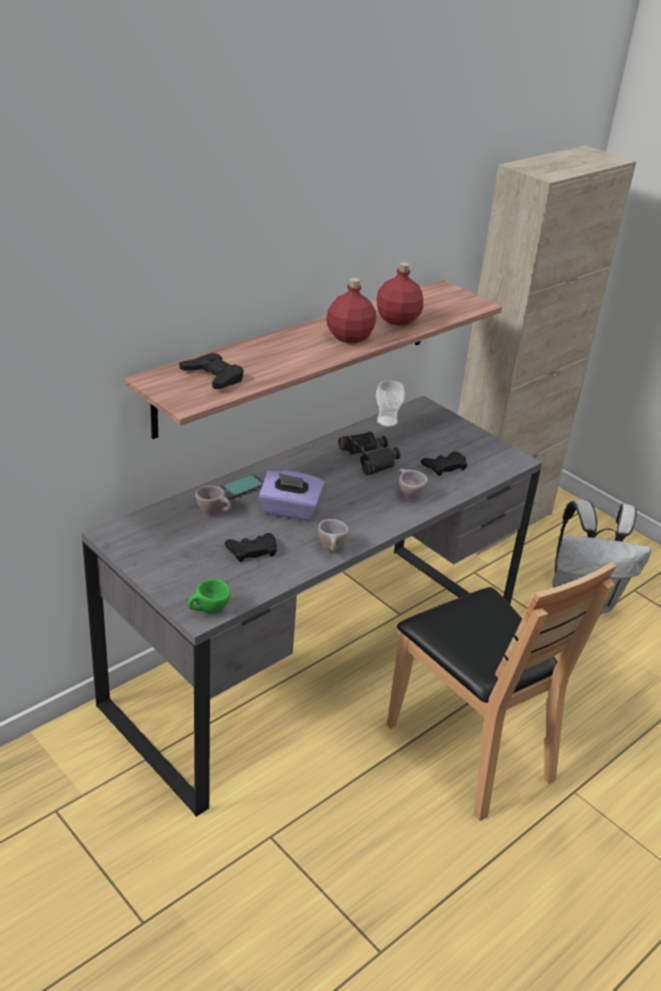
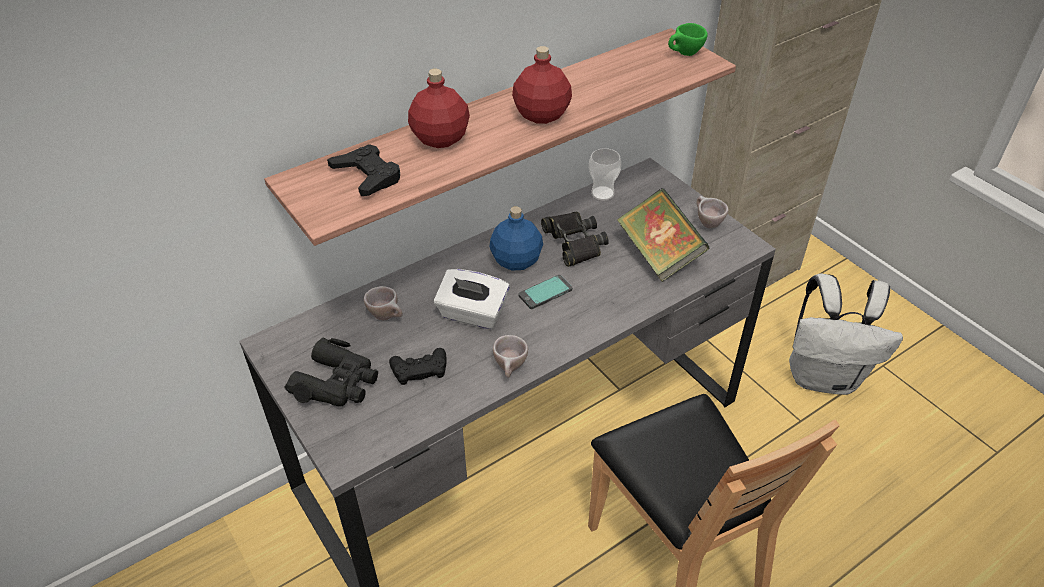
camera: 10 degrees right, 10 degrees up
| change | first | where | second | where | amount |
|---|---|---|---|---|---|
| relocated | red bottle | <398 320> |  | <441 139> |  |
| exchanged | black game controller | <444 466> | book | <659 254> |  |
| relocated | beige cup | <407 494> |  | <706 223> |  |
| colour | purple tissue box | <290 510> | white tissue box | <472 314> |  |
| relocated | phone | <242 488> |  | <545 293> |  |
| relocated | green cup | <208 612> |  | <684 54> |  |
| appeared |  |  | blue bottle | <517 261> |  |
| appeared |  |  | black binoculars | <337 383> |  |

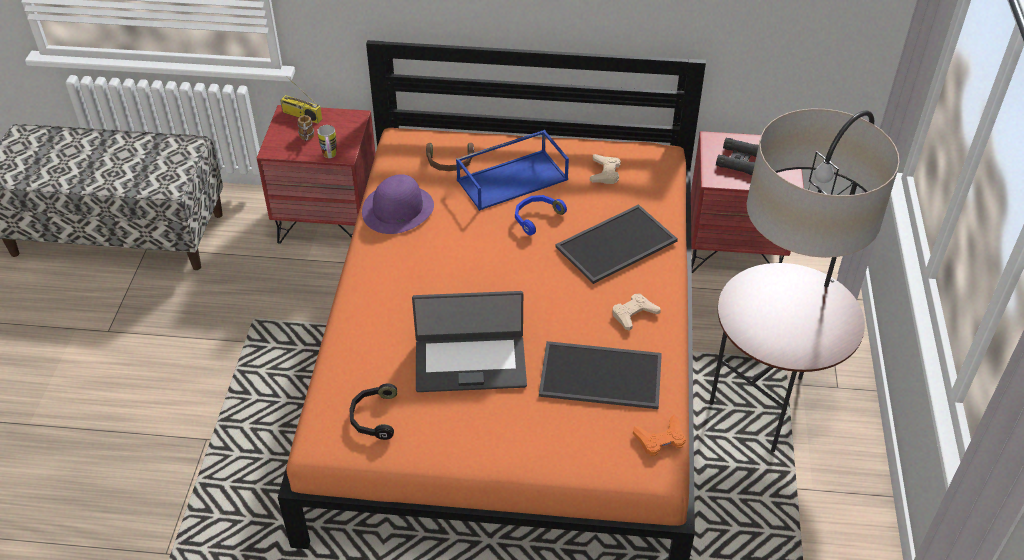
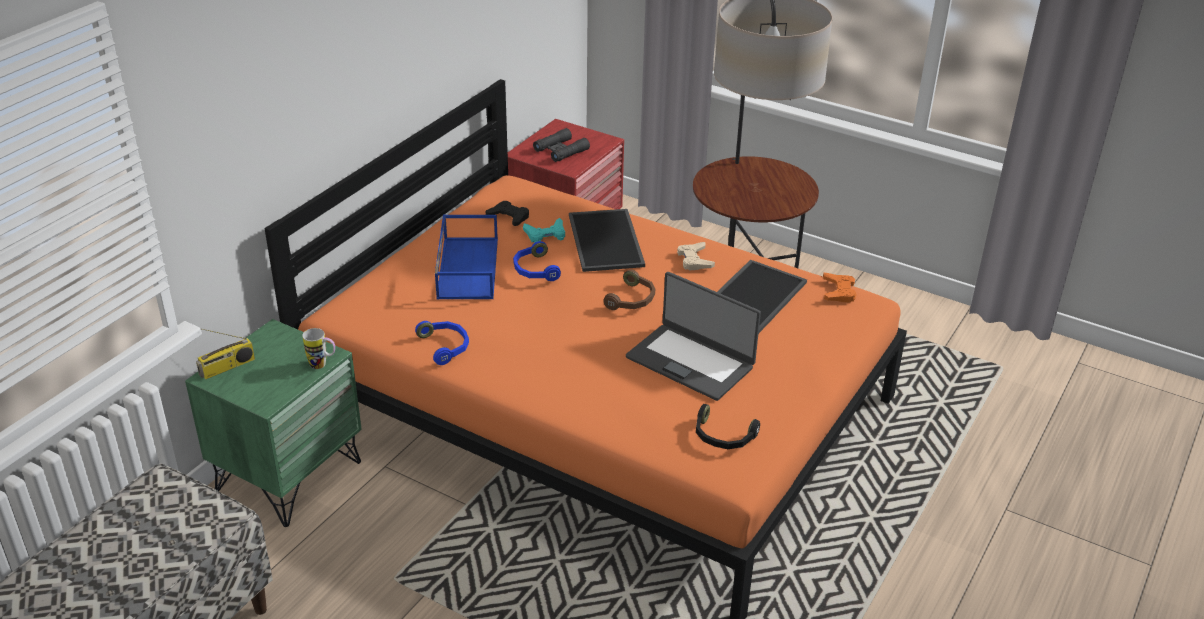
camera: 65 degrees left, 10 degrees down
| change | first | where | second | where | amount |
|---|---|---|---|---|---|
| colour | red nightstand | <329 220> | green nightstand | <288 475> |  |
| missing | mug | <307 140> |  |  |  |
| relocated | brown headphones | <450 163> |  | <632 300> |  |
| colour | beige game controller | <605 173> | black game controller | <509 217> |  |
| exchanged | purple hat | <398 209> | blue headphones | <445 346> |  |
| spun | laptop | <470 362> |  | <691 361> | 105 degrees clockwise |
| appeared |  |  | turquoise game controller | <545 235> |  |

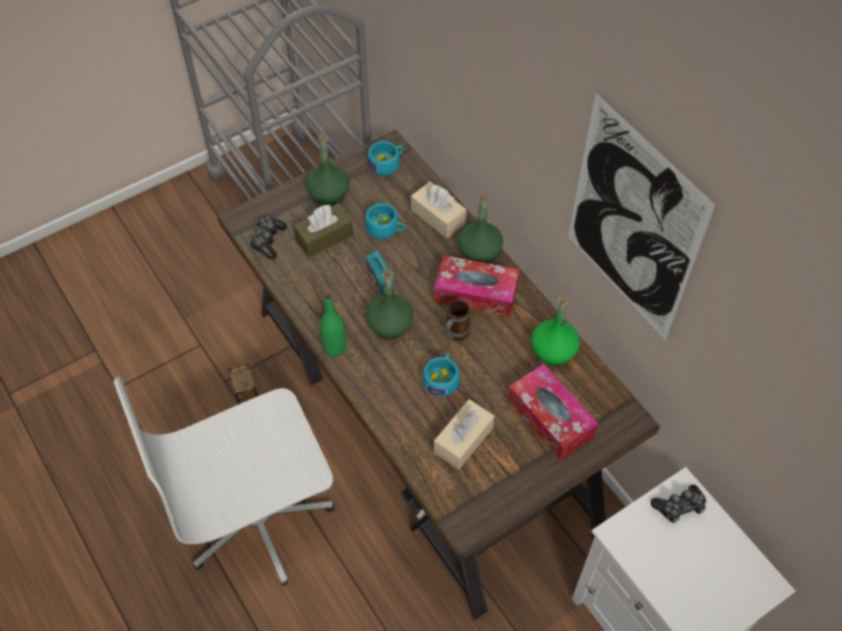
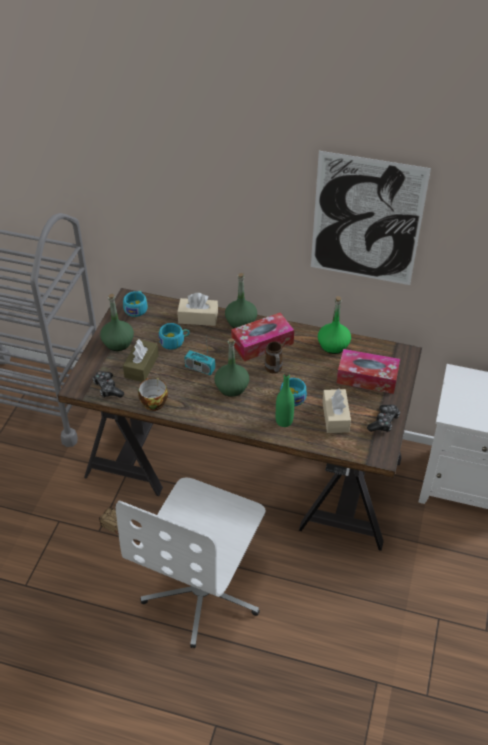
camera: 40 degrees left, 10 degrees down
| change | first | where | second | where | amount |
|---|---|---|---|---|---|
| relocated | green bottle | <334 348> |  | <284 421> |  |
| relocated | game controller | <679 507> |  | <383 422> |  |
| appeared |  |  | cup | <152 402> |  |

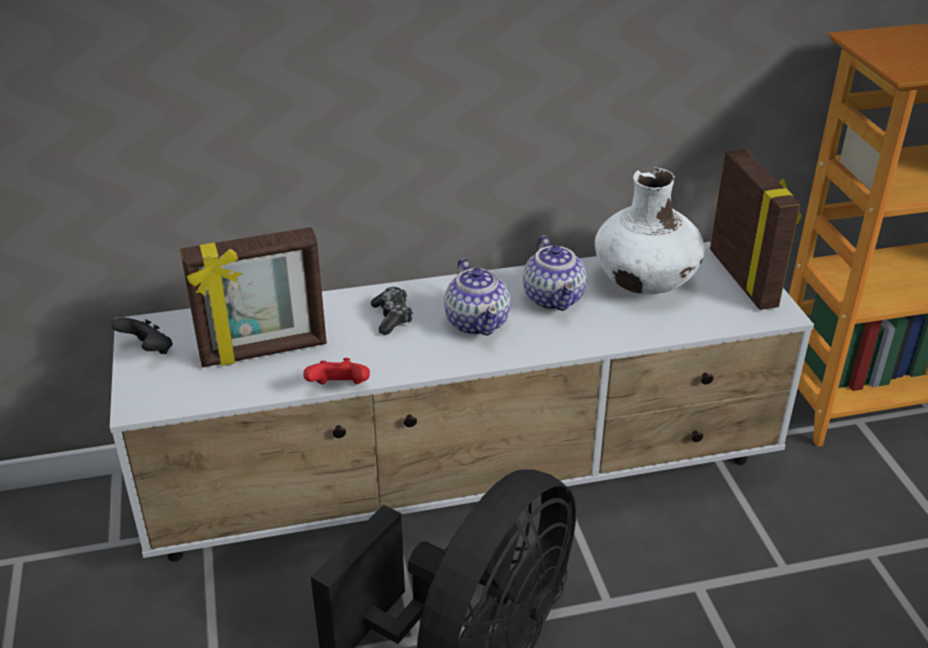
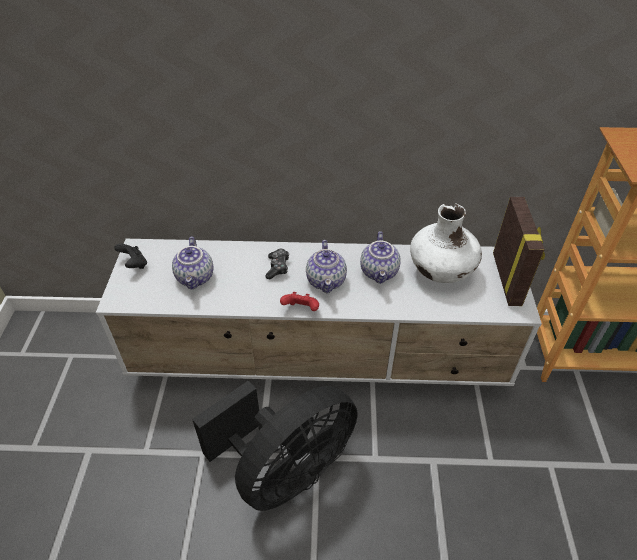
camera: 15 degrees right, 10 degrees up
| change | first | where | second | where | amount |
|---|---|---|---|---|---|
| exchanged | picture frame | <264 352> | teapot | <196 278> |  |
| relocated | red game controller | <339 389> |  | <301 309> |  |

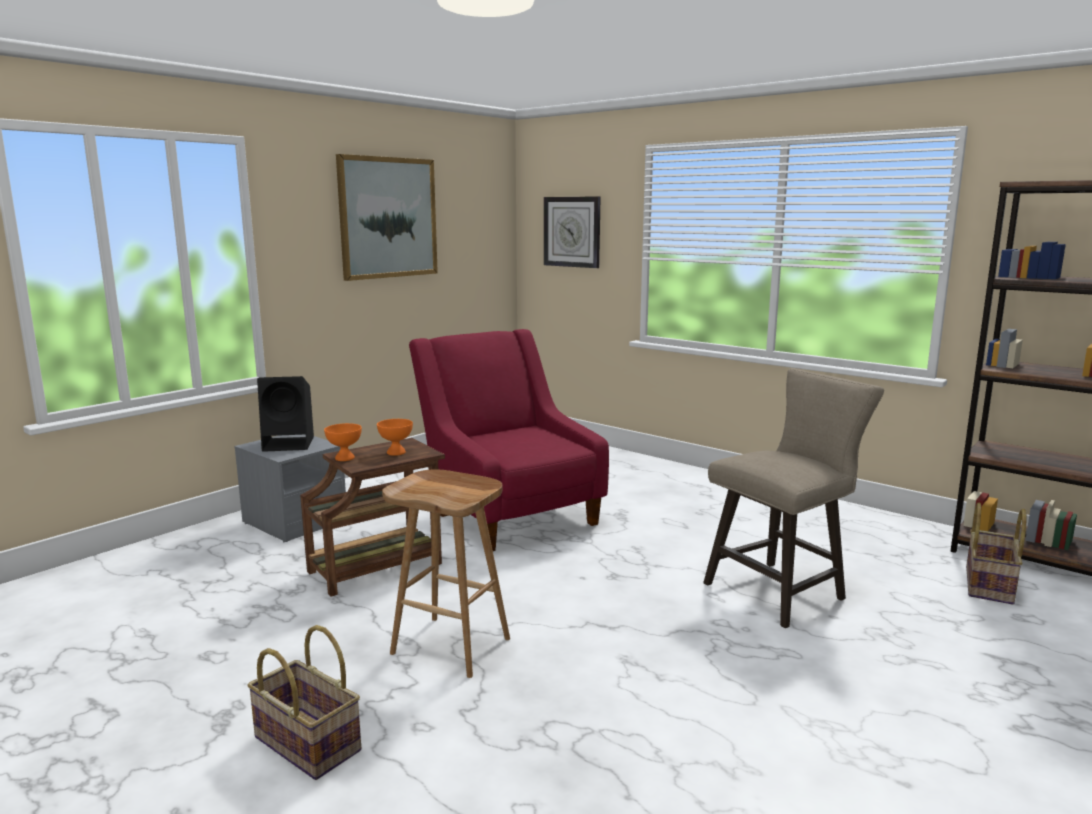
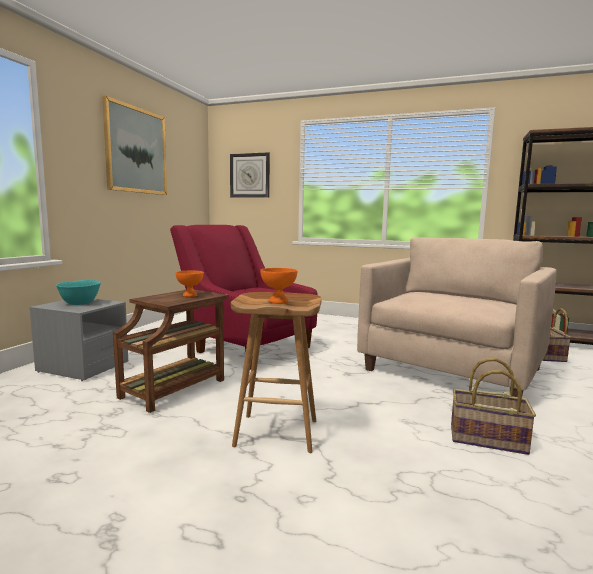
camera: 20 degrees left, 5 degrees down
| change | first | where | second | where | amount |
|---|---|---|---|---|---|
| exchanged | beige stool | <782 590> | beige armchair | <451 369> |  |
| exchanged | black speaker | <290 444> | turquoise bowl | <80 303> |  |
| relocated | orange bowl | <344 458> |  | <278 301> |  |
| relocated | basket | <305 744> |  | <487 440> |  |

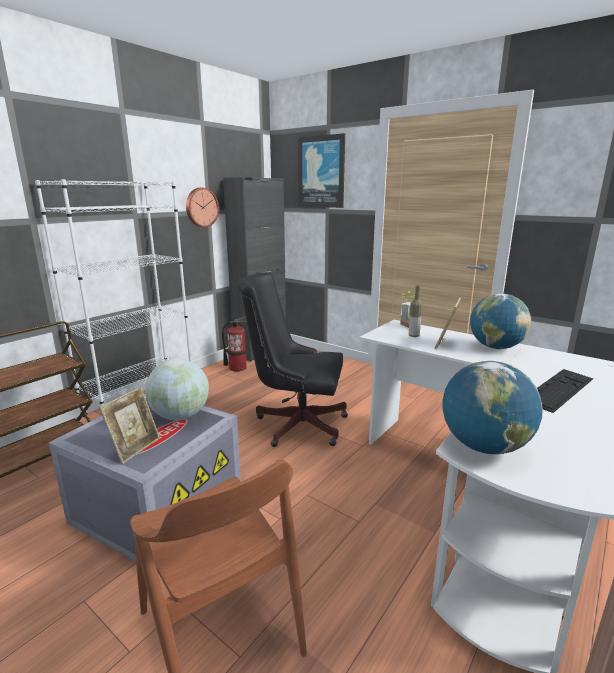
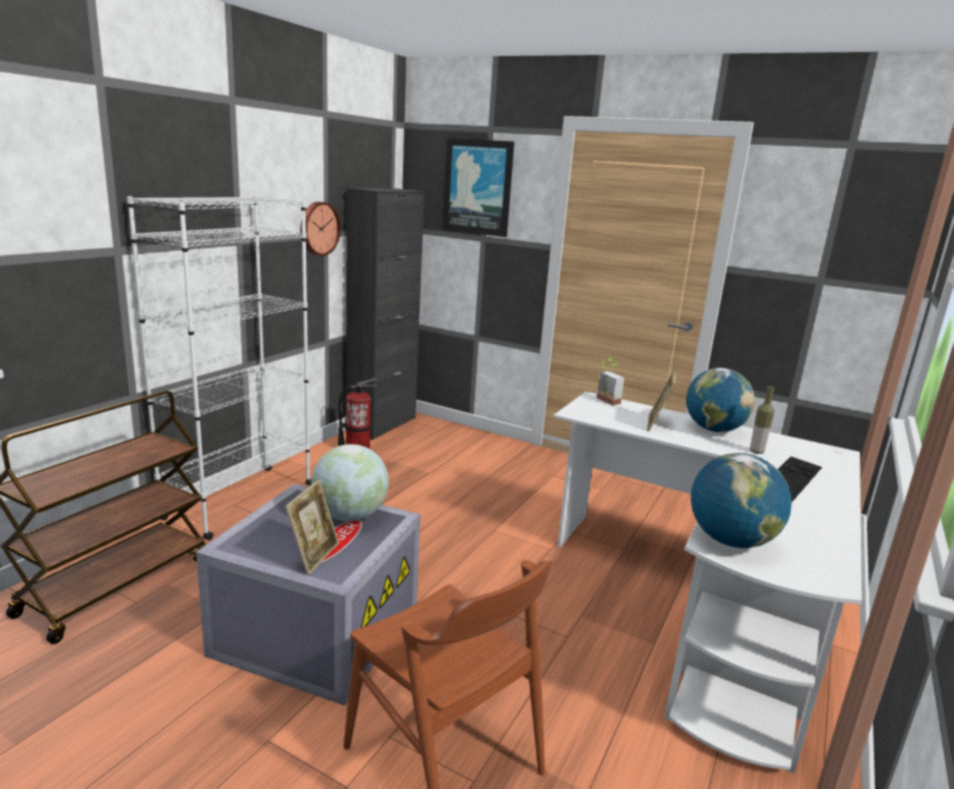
camera: 10 degrees left, 0 degrees up
| change | first | where | second | where | amount |
|---|---|---|---|---|---|
| missing | black office chair | <295 423> |  |  |  |
| relocated | bottle | <413 336> |  | <756 451> |  |

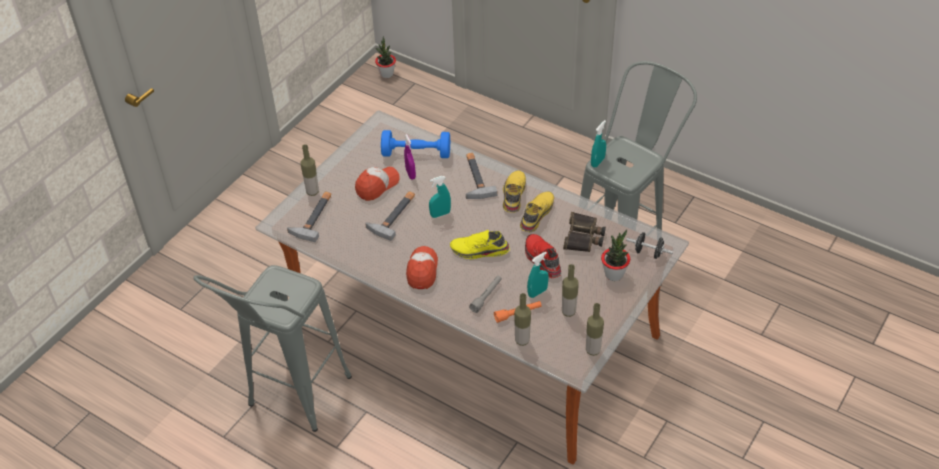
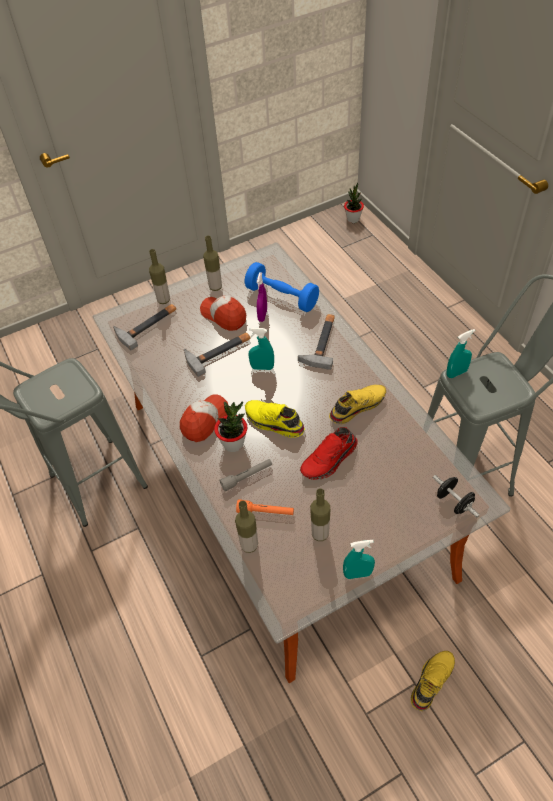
camera: 30 degrees right, 5 degrees up
| change | first | where | second | where | amount |
|---|---|---|---|---|---|
| spun | cap | <377 186> |  | <224 316> | 120 degrees counterclockwise |
| relocated | yellow shoe | <513 195> |  | <431 680> |  |
| missing | binoculars | <584 237> |  |  |  |
| relocated | potted plant | <614 274> |  | <233 443> |  |
| spun | red shoe | <541 260> |  | <330 460> | 135 degrees counterclockwise |
| relocated | turquoise spray bottle | <537 292> |  | <357 574> |  |
| relocated | bottle | <593 350> |  | <215 287> |  |

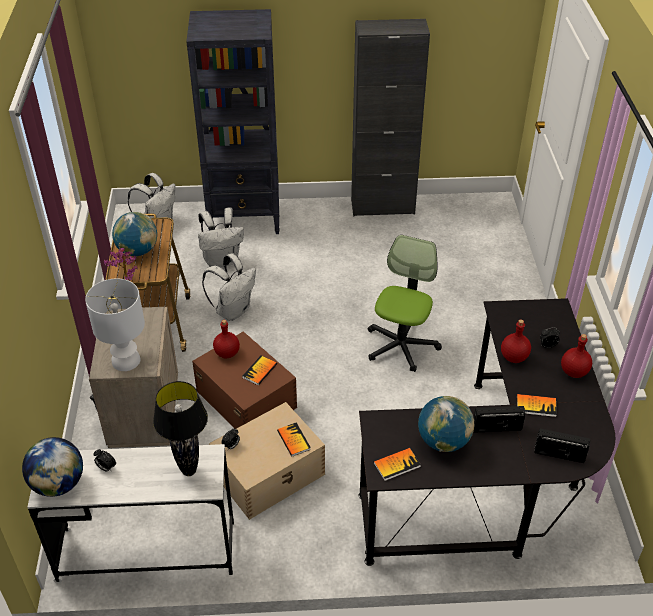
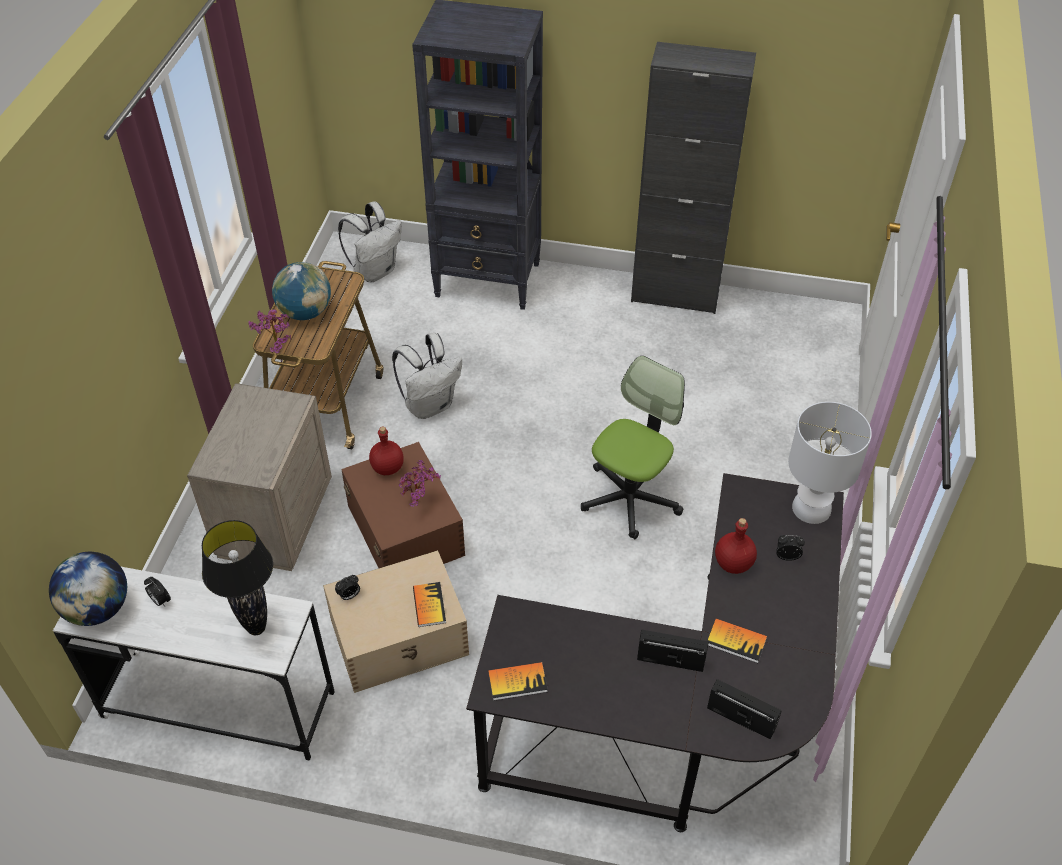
camera: 15 degrees right, 5 degrees up
| change | first | where | second | where | amount |
|---|---|---|---|---|---|
| missing | white backpack | <222 260> |  |  |  |
| relocated | white table lamp | <126 360> |  | <811 507> |  |
| missing | red bottle | <574 372> |  |  |  |
| exchanged | book | <259 371> | potted plant | <420 501> |  |
| missing | globe | <443 441> |  |  |  |

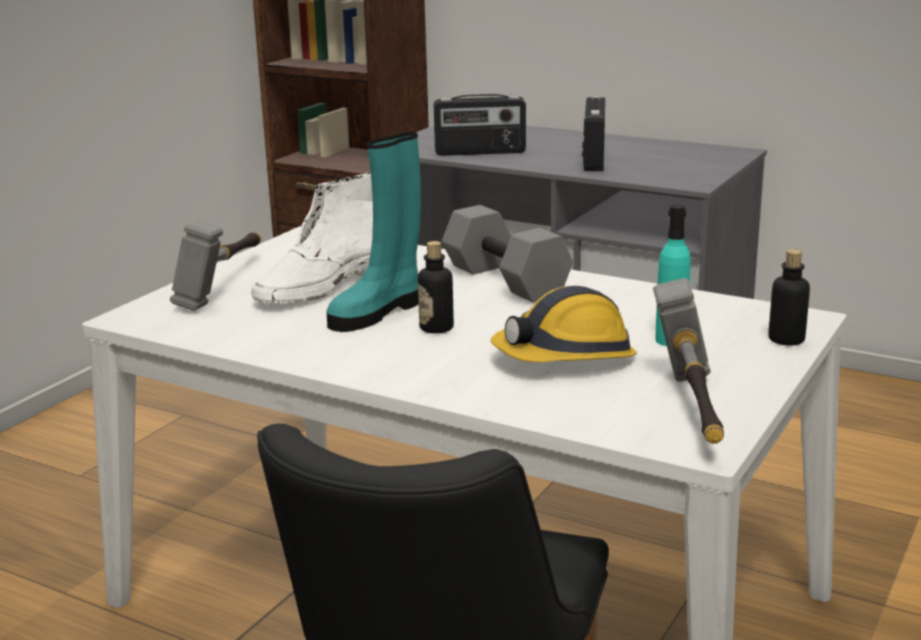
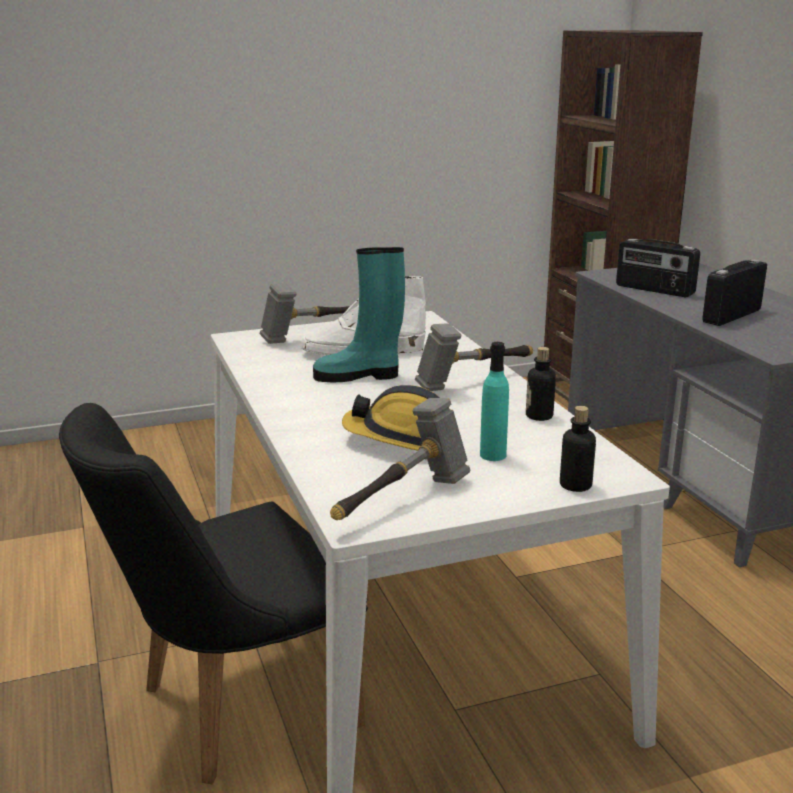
camera: 40 degrees right, 0 degrees up
| change | first | where | second | where | amount |
|---|---|---|---|---|---|
| exchanged | grey dumbbell | <503 280> | hammer | <474 380> |  |
| relocated | bottle | <436 328> |  | <539 416> |  |

